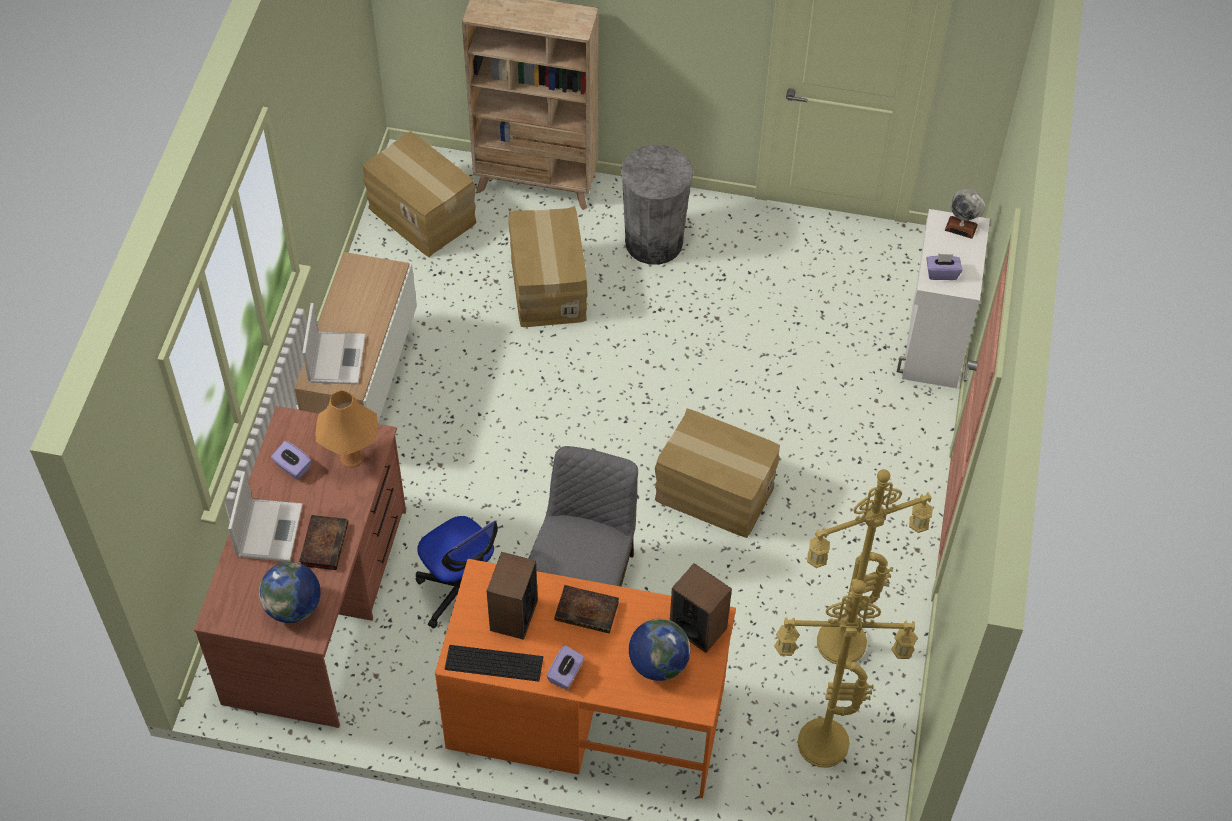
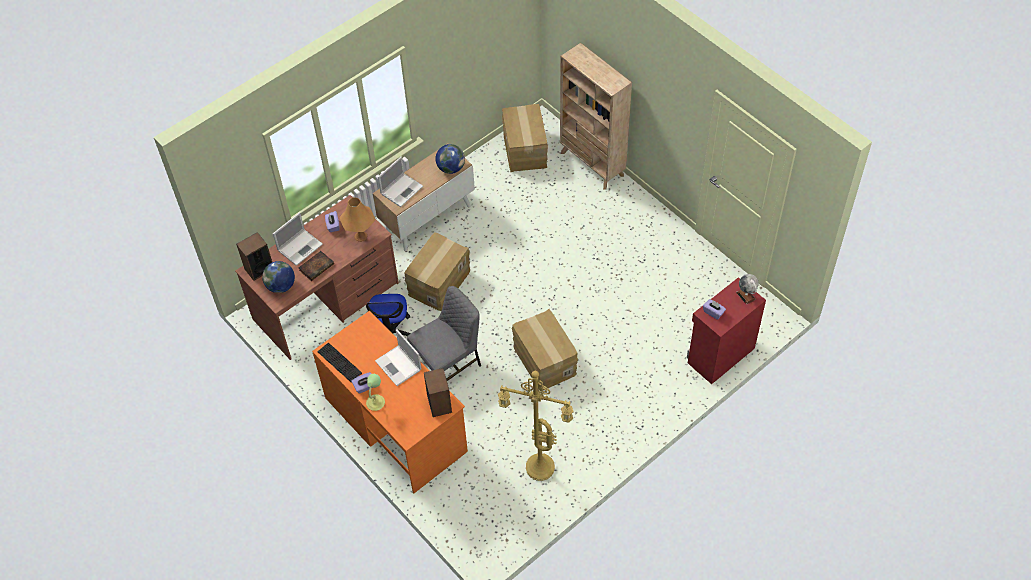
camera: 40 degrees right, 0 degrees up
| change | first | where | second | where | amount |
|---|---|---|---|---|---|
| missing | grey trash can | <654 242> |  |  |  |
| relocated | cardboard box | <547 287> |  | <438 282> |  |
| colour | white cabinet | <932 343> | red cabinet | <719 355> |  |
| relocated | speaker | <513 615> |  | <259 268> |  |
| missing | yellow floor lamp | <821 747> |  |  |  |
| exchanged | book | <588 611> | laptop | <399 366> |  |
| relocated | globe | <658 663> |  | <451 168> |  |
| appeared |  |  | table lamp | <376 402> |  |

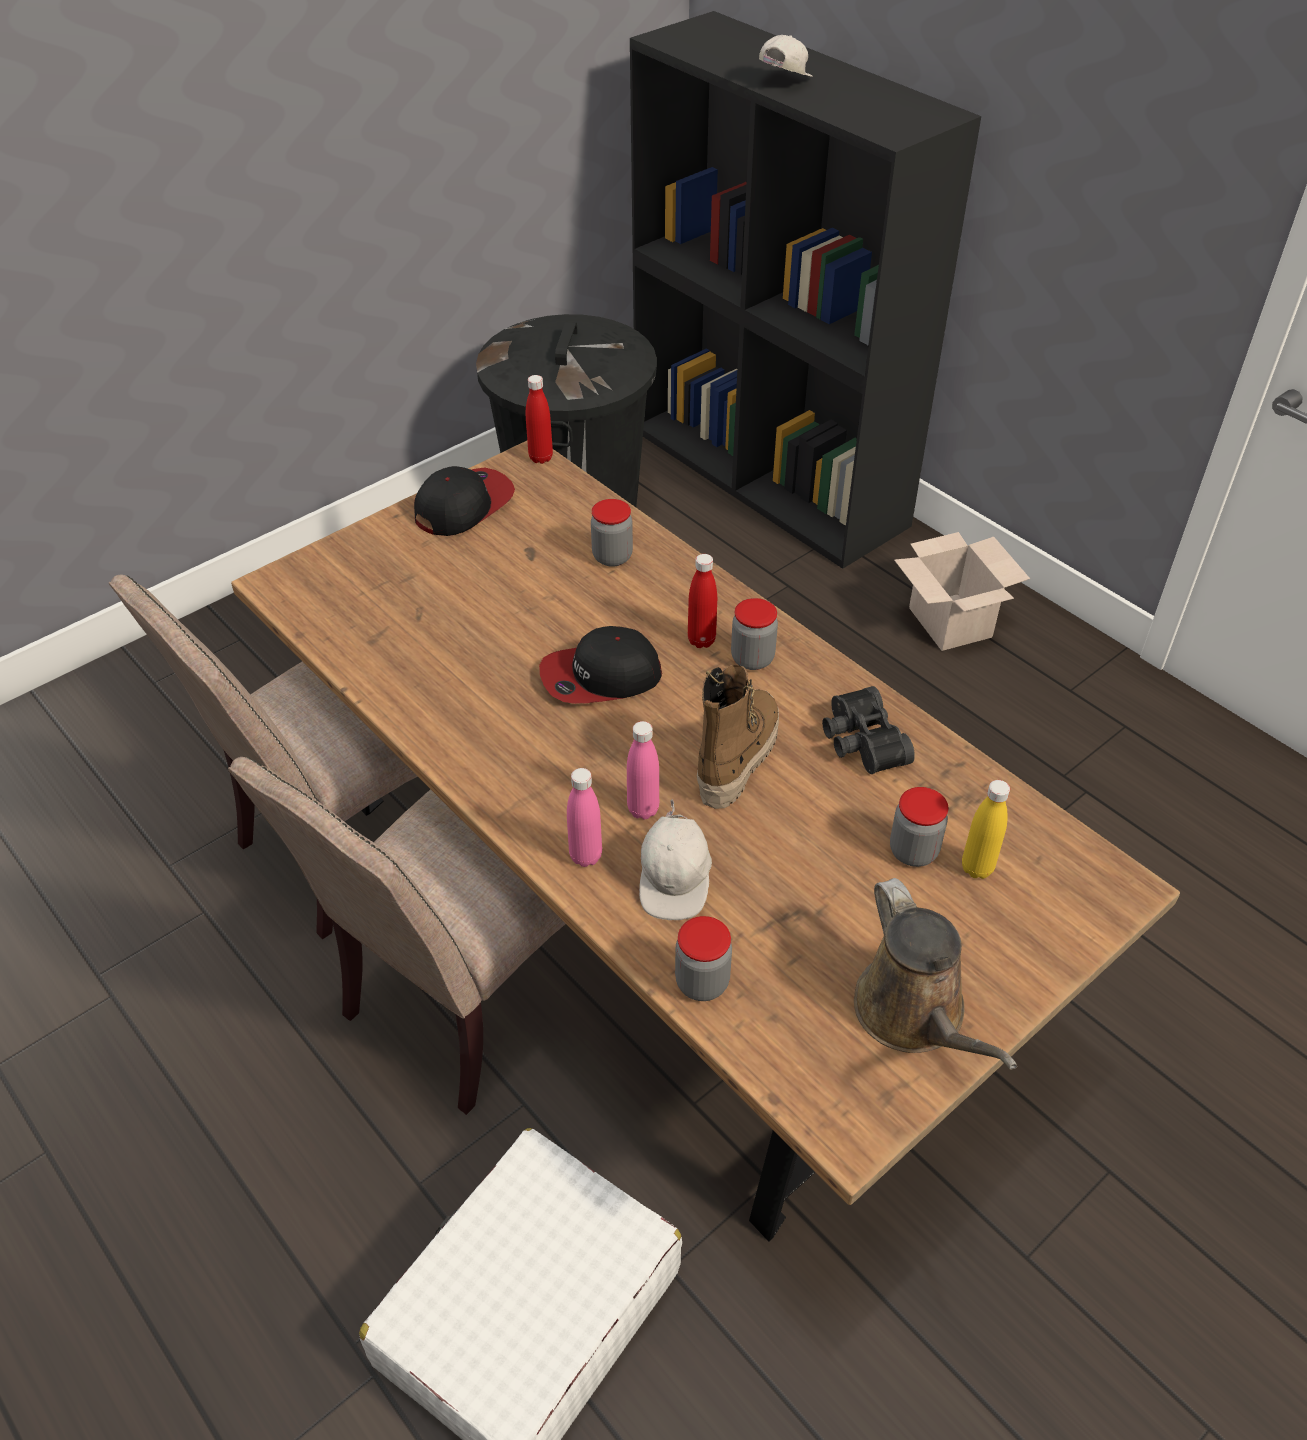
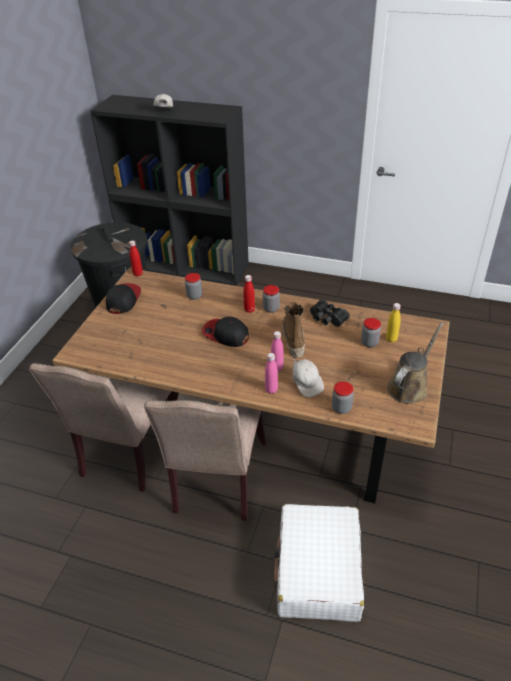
camera: 30 degrees left, 5 degrees down
| change | first | where | second | where | amount |
|---|---|---|---|---|---|
| missing | cardboard box | <952 623> |  |  |  |
| spun | cap | <600 677> |  | <225 334> | 75 degrees clockwise |
| spun | brown watering can | <915 1015> |  | <409 387> | 90 degrees counterclockwise |

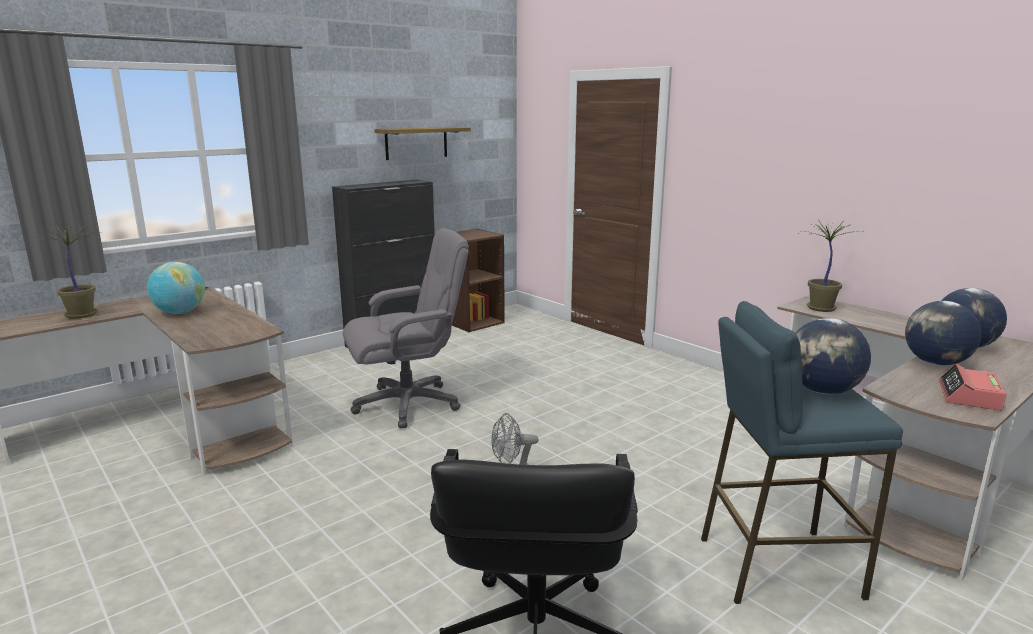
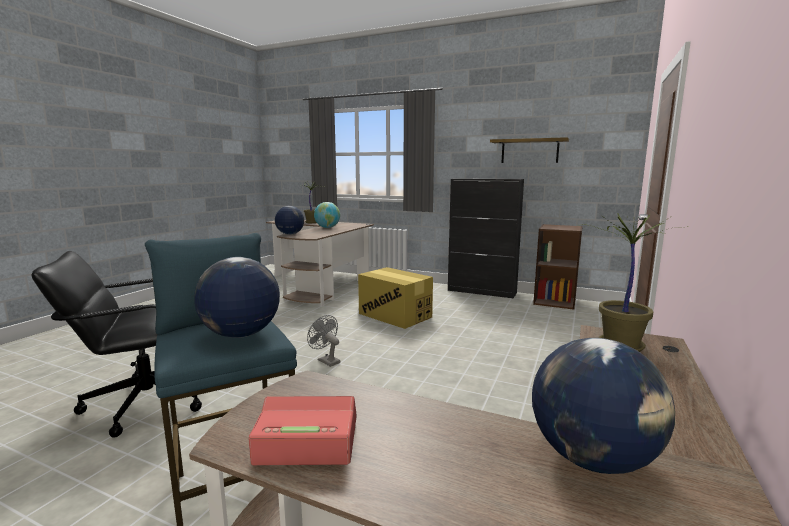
camera: 65 degrees right, 5 degrees down
| change | first | where | second | where | amount |
|---|---|---|---|---|---|
| exchanged | grey office chair | <408 404> | cardboard box | <395 315> |  |
| relocated | globe | <936 363> |  | <290 234> |  |

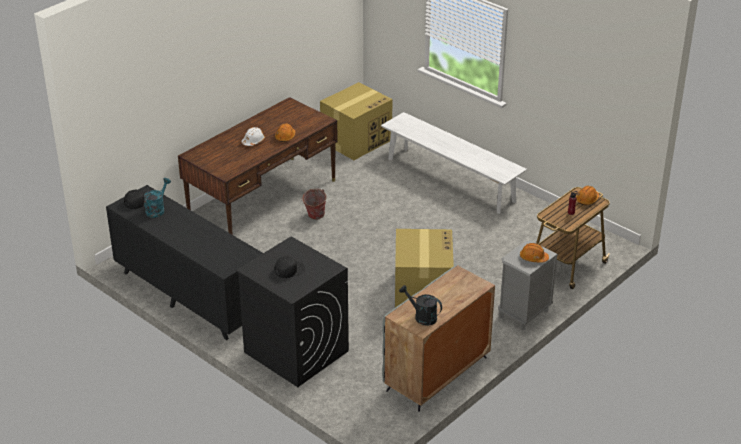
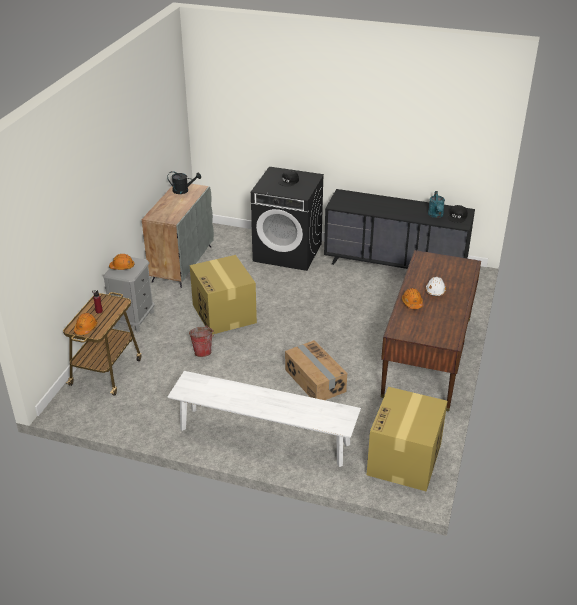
camera: 155 degrees right, 0 degrees up
| change | first | where | second | where | amount |
|---|---|---|---|---|---|
| relocated | bucket | <314 217> |  | <203 351> |  |
| appeared |  |  | cardboard box | <314 381> |  |

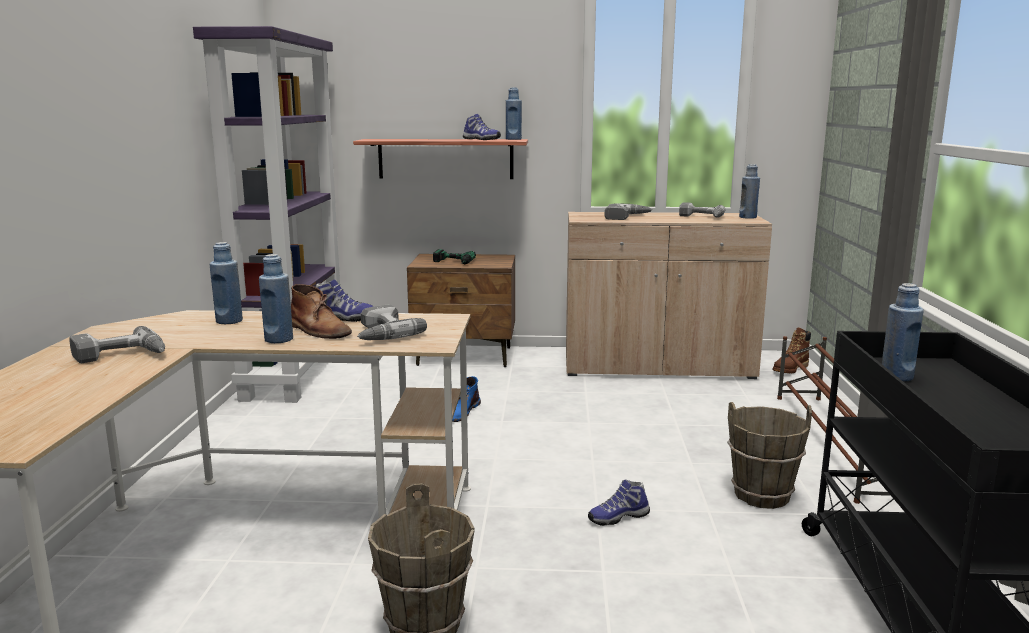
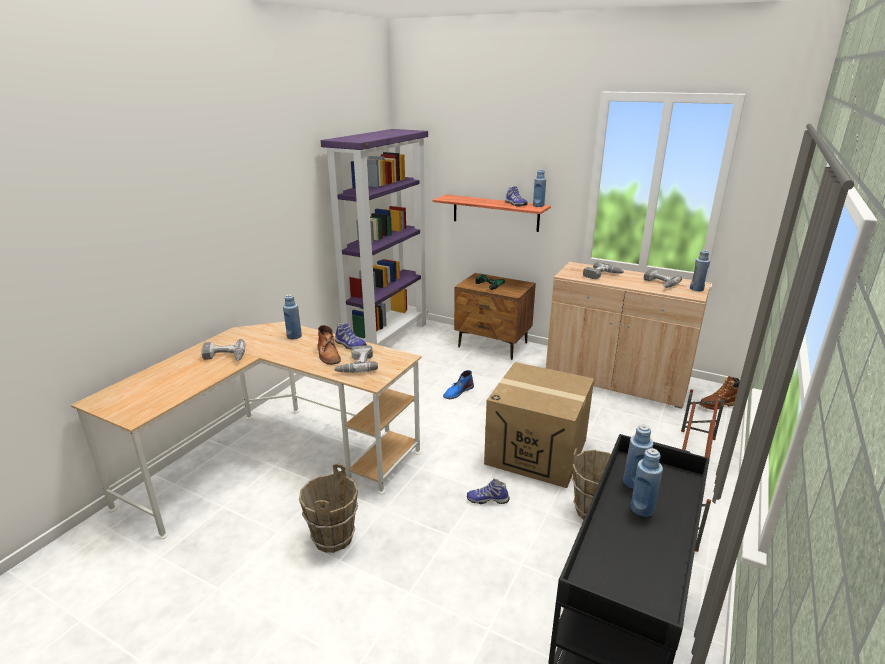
camera: 25 degrees right, 10 degrees up
| change | first | where | second | where | amount |
|---|---|---|---|---|---|
| relocated | blue bottle | <279 339> |  | <642 509> |  |
| appeared |  |  | cardboard box | <537 451> |  |

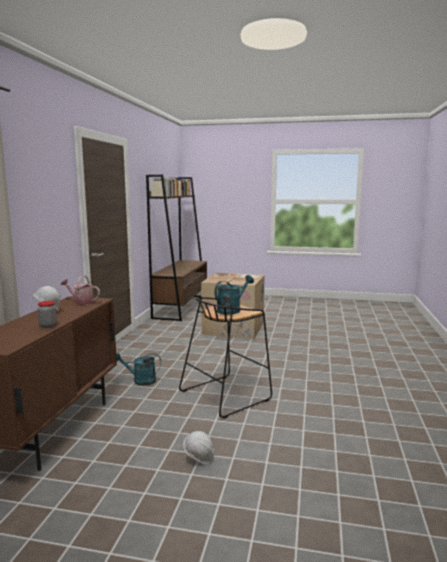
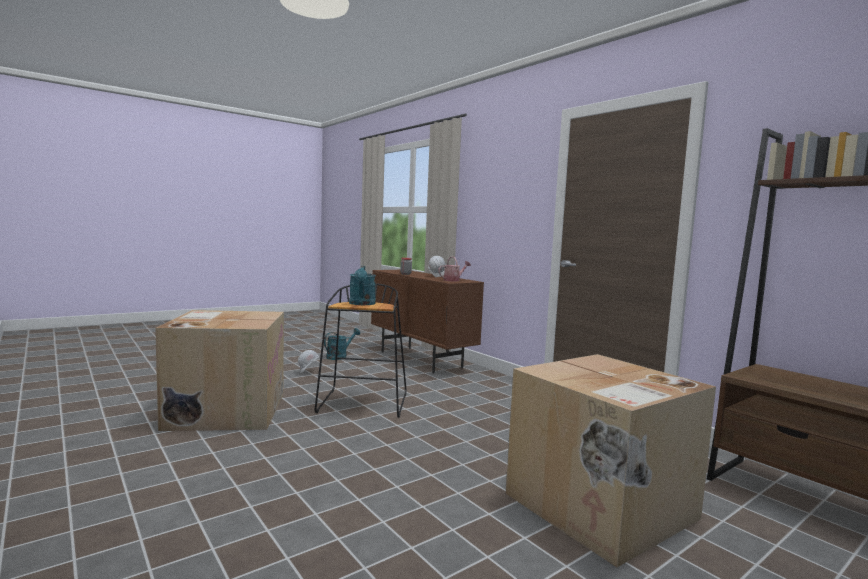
camera: 130 degrees right, 5 degrees down
| change | first | where | second | where | amount |
|---|---|---|---|---|---|
| relocated | turquoise watering can | <140 381> |  | <339 356> |  |
| appeared |  |  | cardboard box | <226 410> |  |

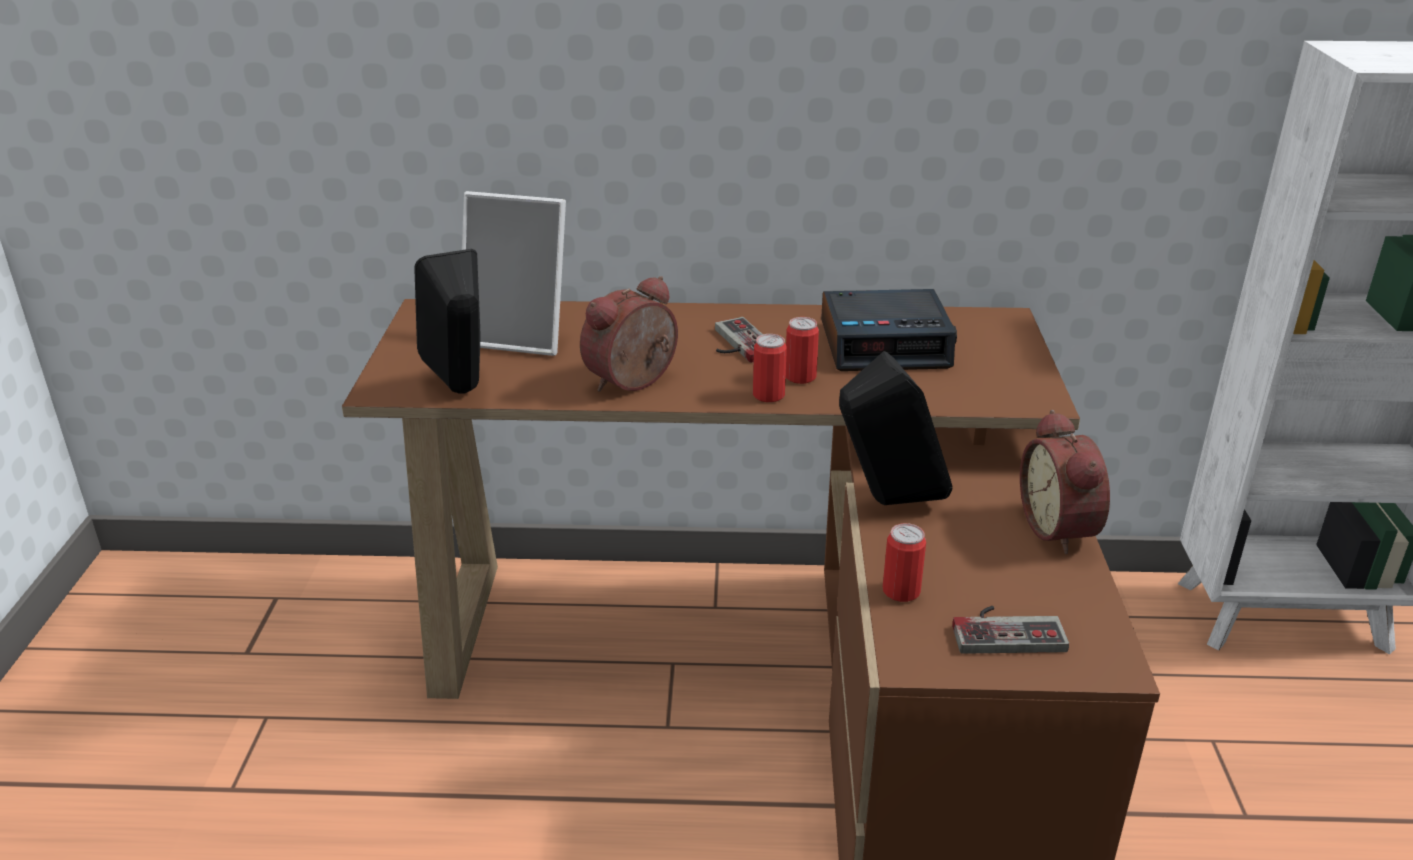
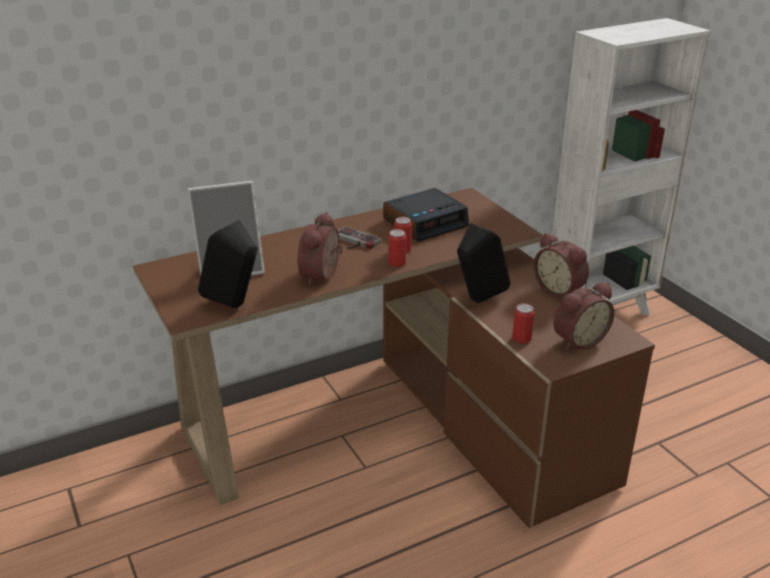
camera: 30 degrees left, 0 degrees up
| change | first | where | second | where | amount |
|---|---|---|---|---|---|
| exchanged | game controller | <1006 629> | alarm clock | <577 340> |  |

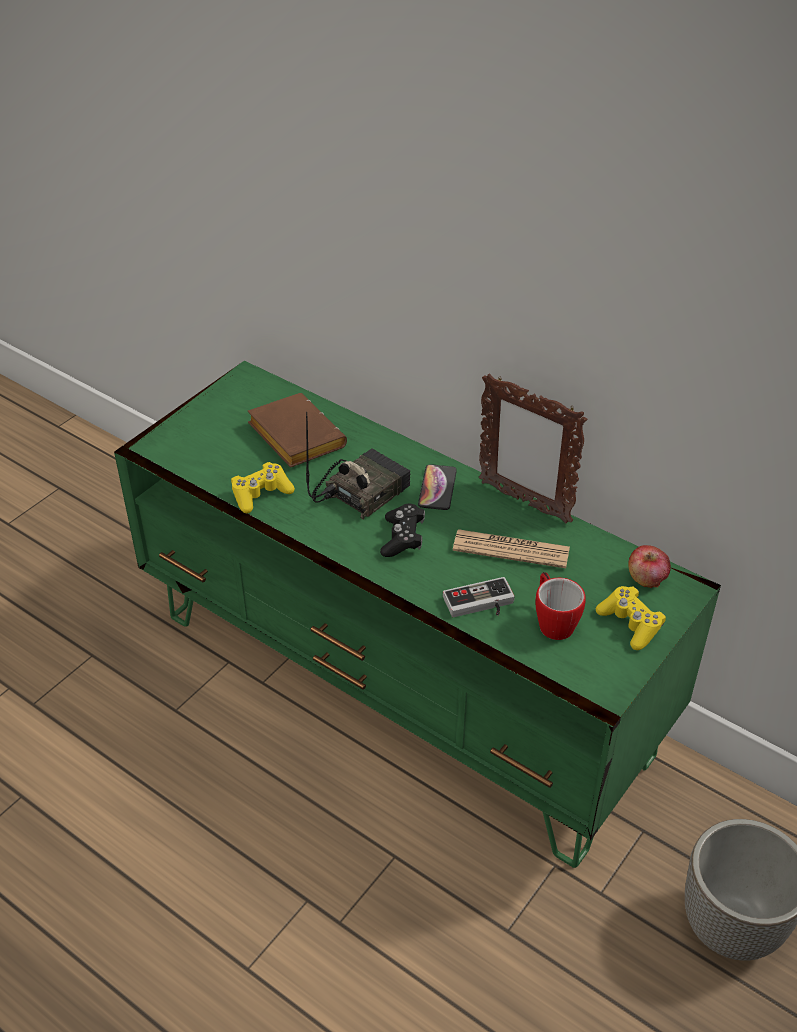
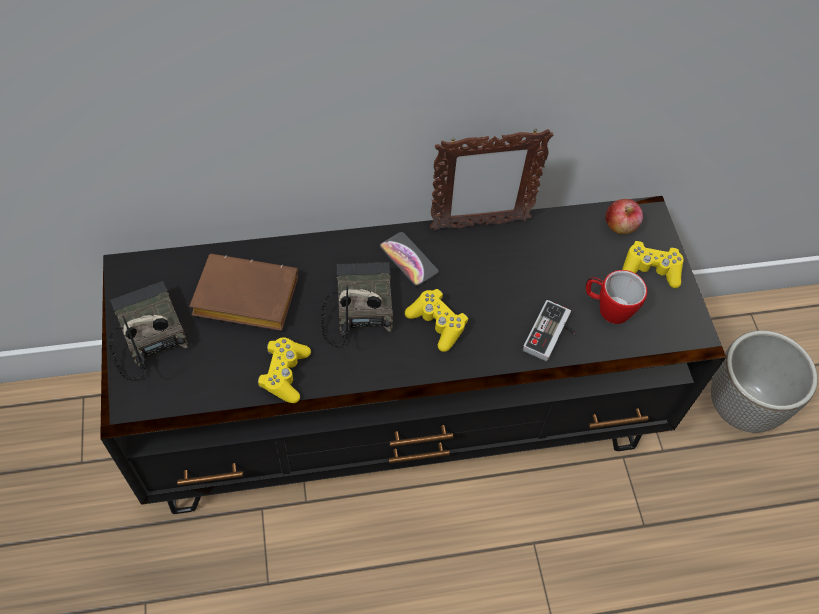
camera: 50 degrees left, 15 degrees up
| change | first | where | second | where | amount |
|---|---|---|---|---|---|
| colour | green tv stand | <400 685> | black tv stand | <401 418> |  |
| colour | black game controller | <403 538> | yellow game controller | <437 324> |  |
| missing | newspaper | <511 549> |  |  |  |
| appeared |  |  | radio | <146 335> |  |

